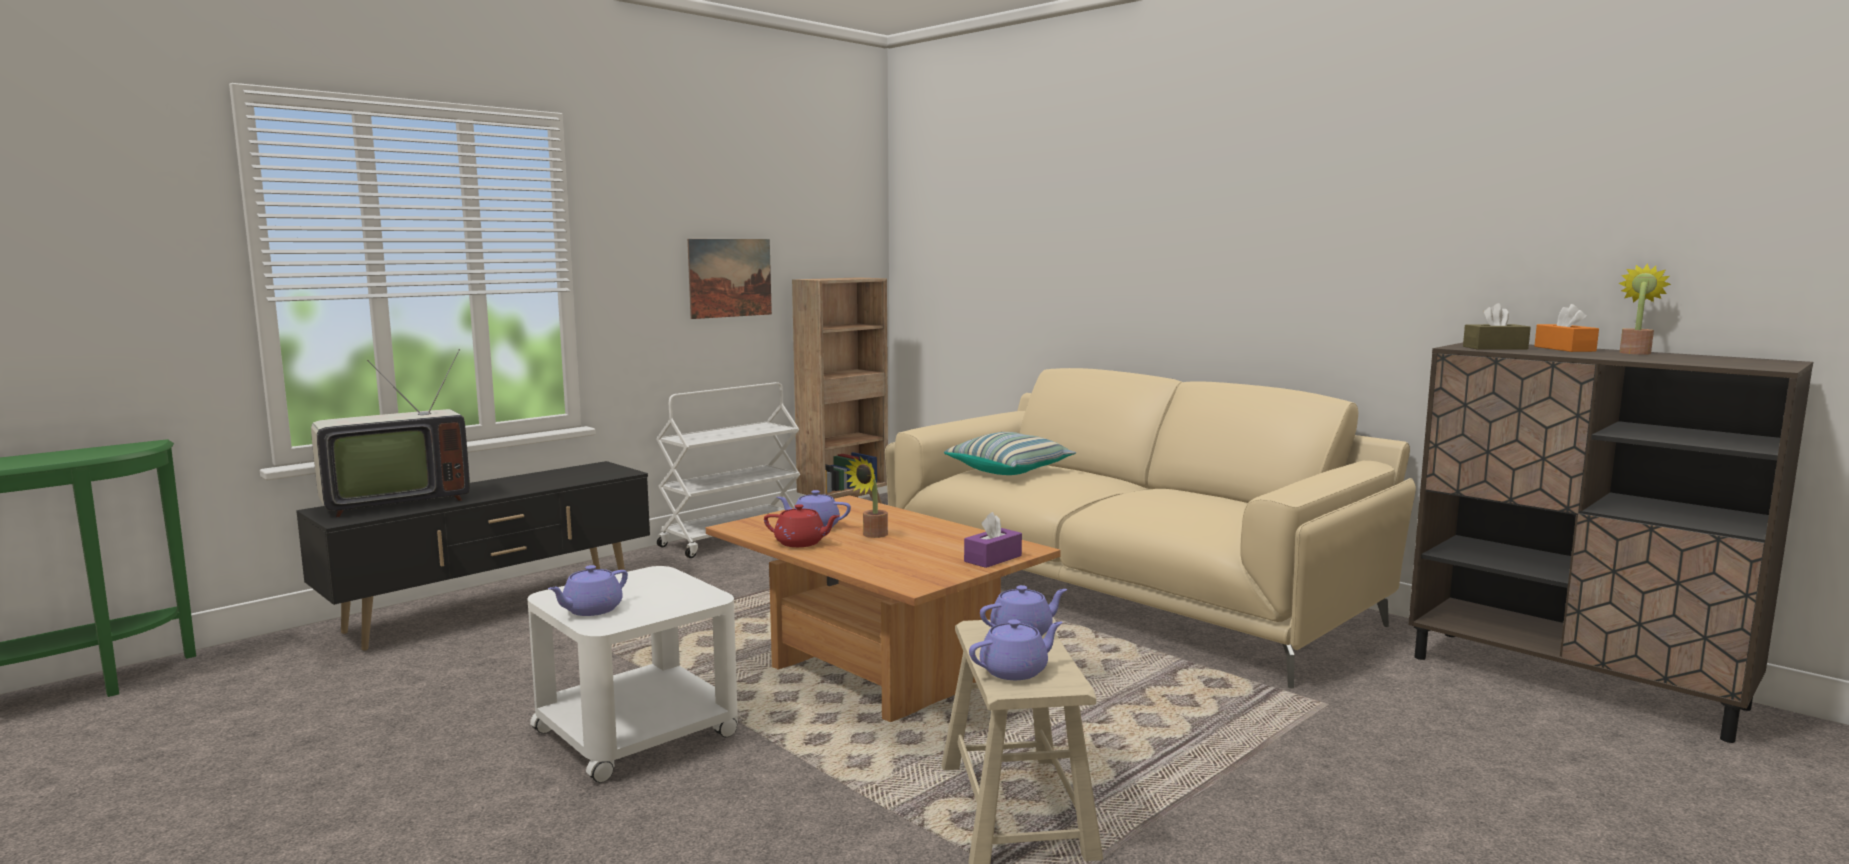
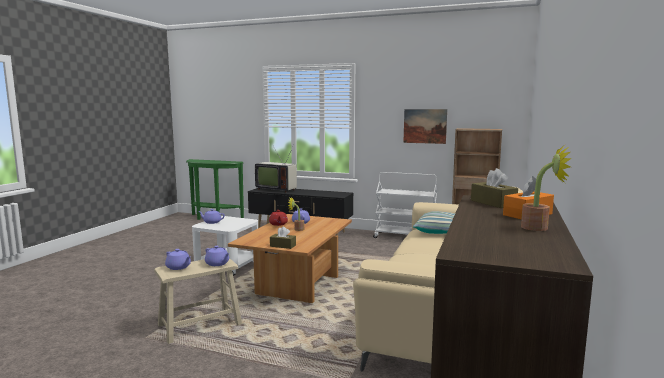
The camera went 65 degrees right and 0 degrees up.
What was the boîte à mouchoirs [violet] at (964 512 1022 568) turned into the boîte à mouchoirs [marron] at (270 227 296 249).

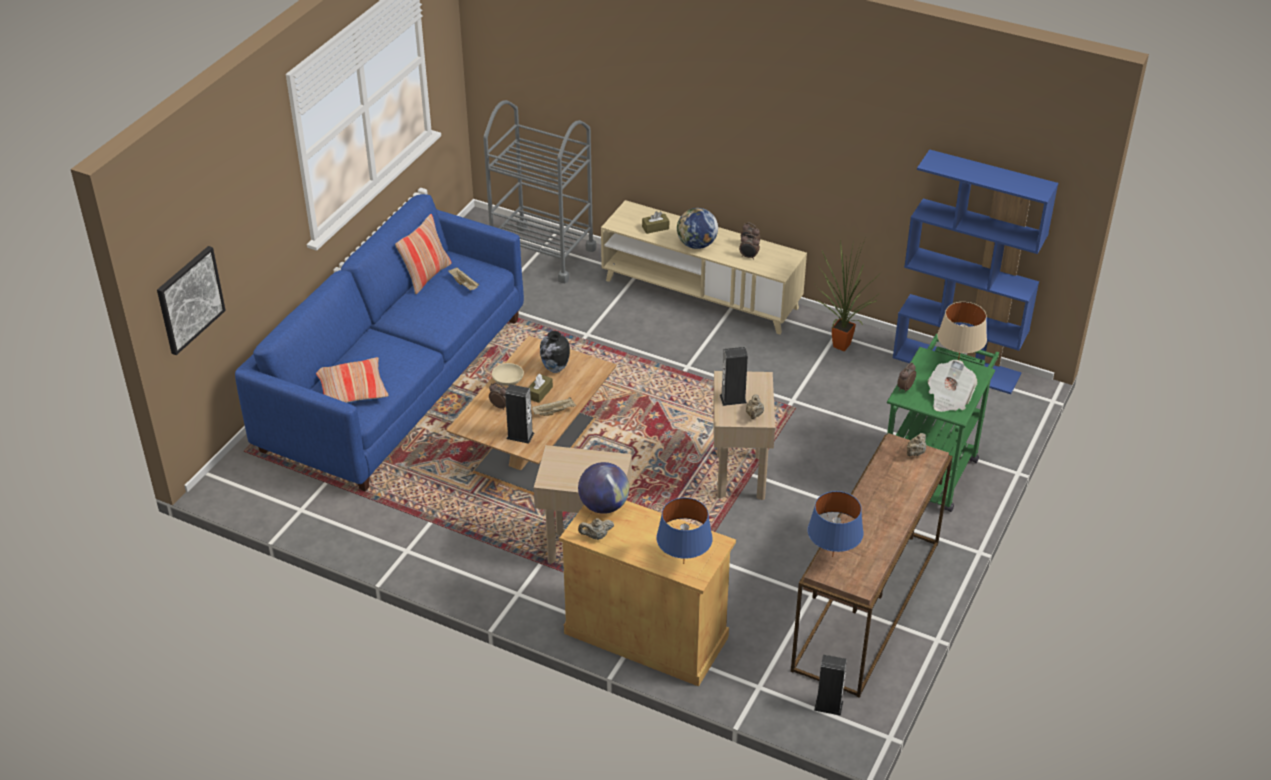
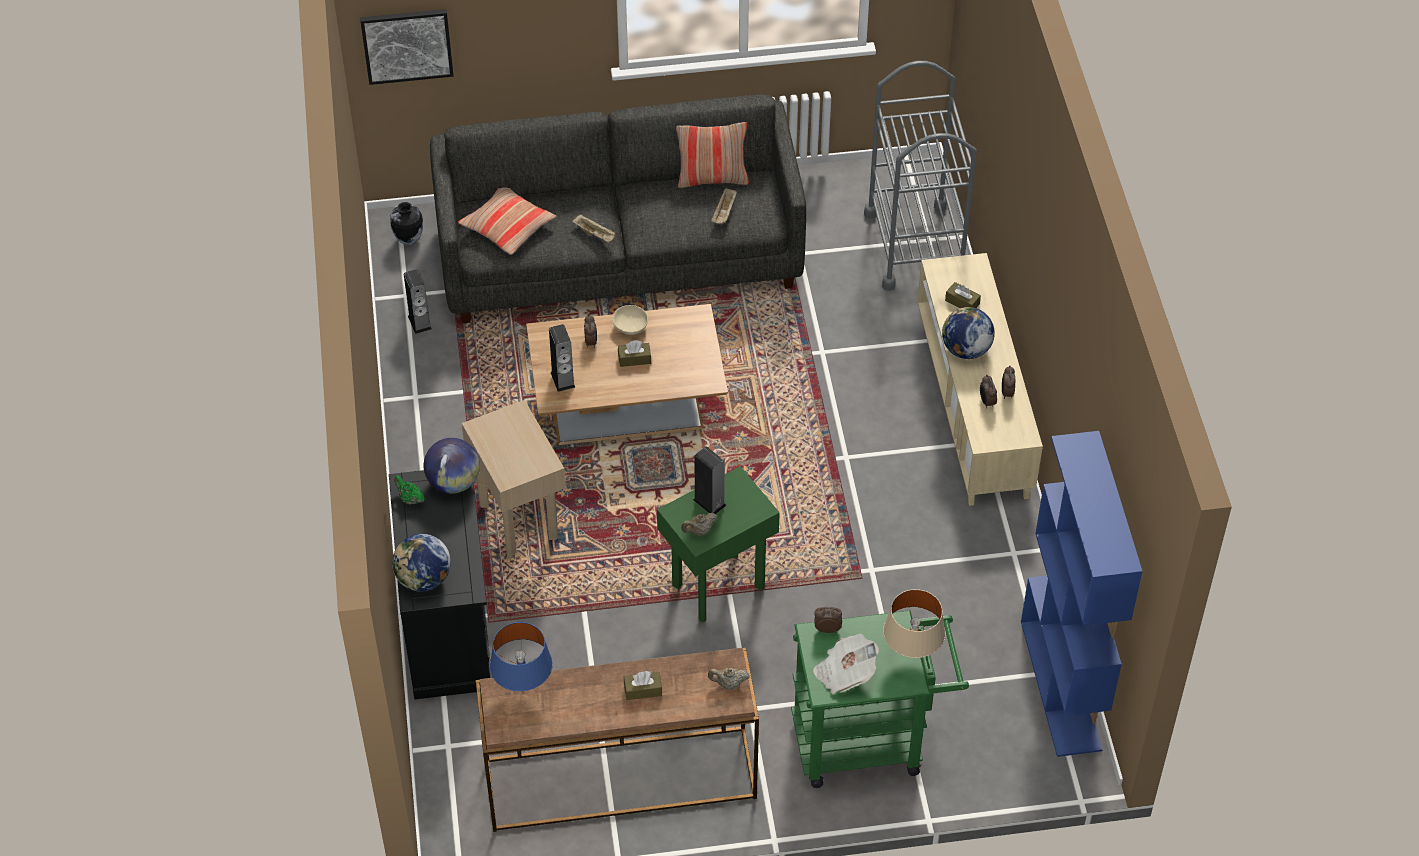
The camera went 55 degrees right and 10 degrees up.
What was the canapé [bleu] at (235 194 524 491) turned into the canapé [gris] at (430 94 806 323).
The second view lost the plante en pot at (816 238 882 351).
The vase ended up elsewhere, having gone from (540 331 570 373) to (390 202 423 245).
What was the table d'appoint [beige] at (713 371 775 500) turned into the table d'appoint [vert] at (657 466 780 622).
The plateau [beige] ended up elsewhere, having gone from (532 397 576 416) to (572 214 616 242).
Where the lampe de table [bleu] stood at (656 498 713 564), the globe came to stand at (392 534 451 592).
What was the meuble de rangement [beige] at (559 500 736 686) turned into the meuble de rangement [noir] at (389 470 493 699).
What was the théière [beige] at (578 518 614 540) turned into the théière [vert] at (394 475 425 504).
The enceinte ended up elsewhere, having gone from (814 655 847 716) to (404 269 432 334).
The second view gained the boîte à mouchoirs [marron] at (624 671 662 700).

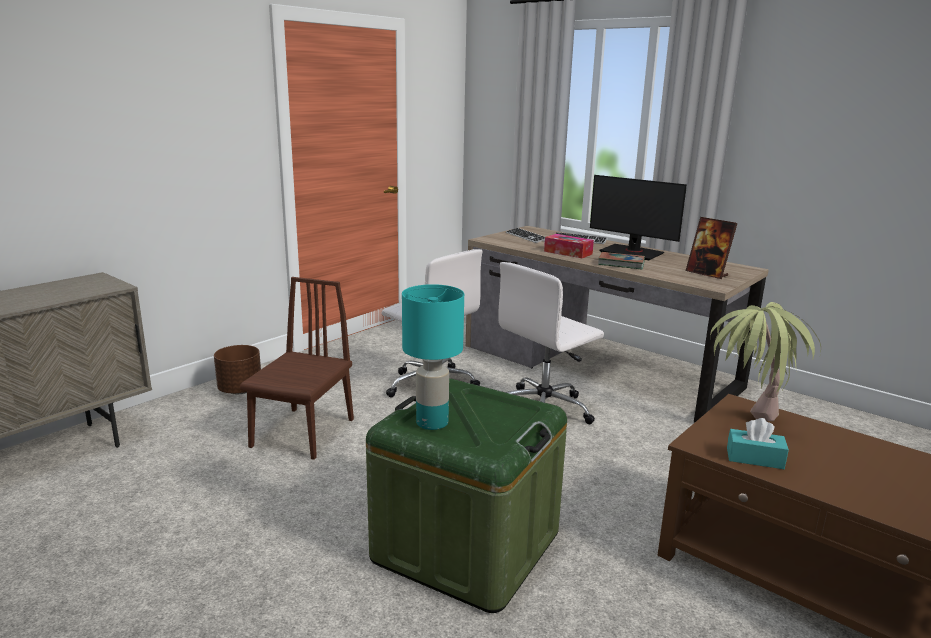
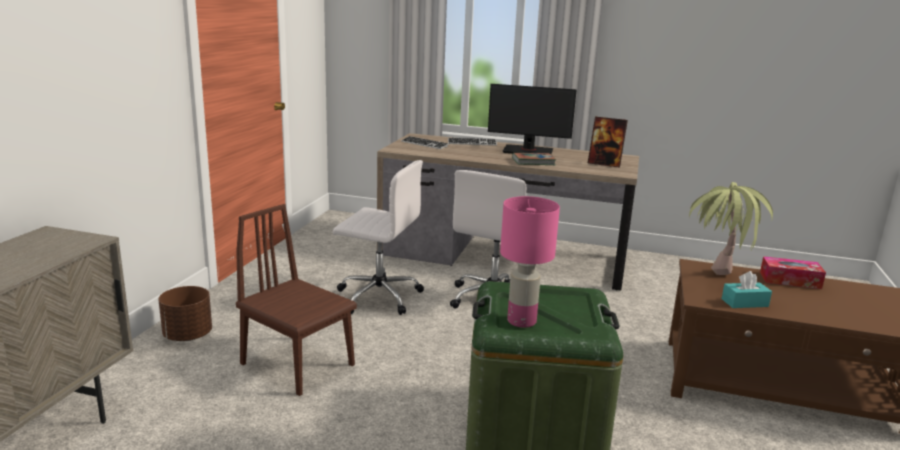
The camera went 25 degrees left and 0 degrees up.
The boîte à mouchoirs ended up elsewhere, having gone from (544 234 594 258) to (760 256 826 289).
The chaise [marron] at (240 277 354 460) ended up facing another way, 45 degrees counterclockwise from before.
What was the lampe de table [turquoise] at (402 284 464 430) turned into the lampe de table [rose] at (500 196 560 328).

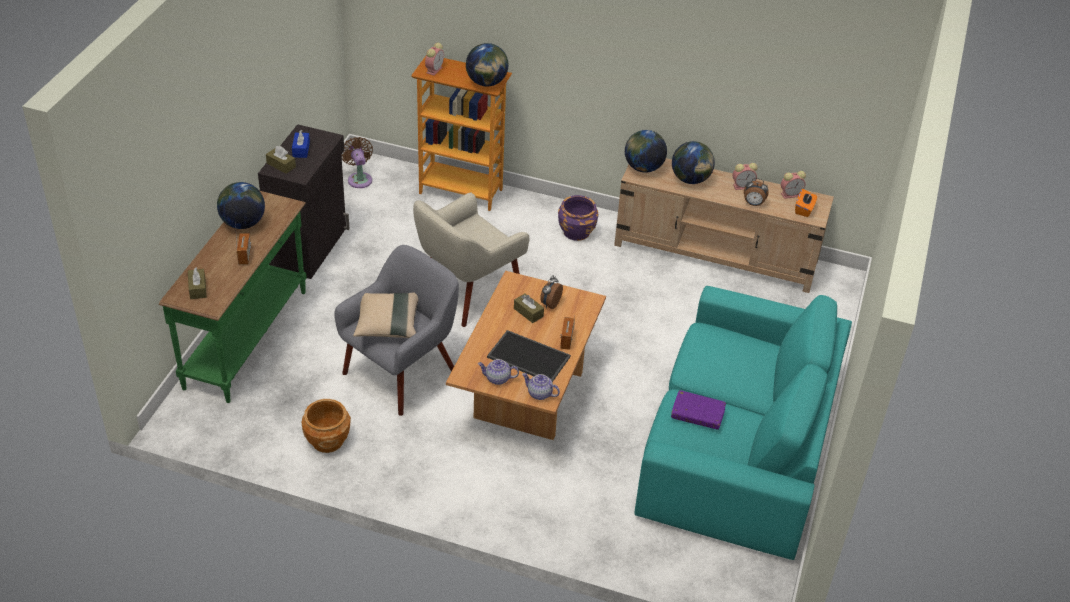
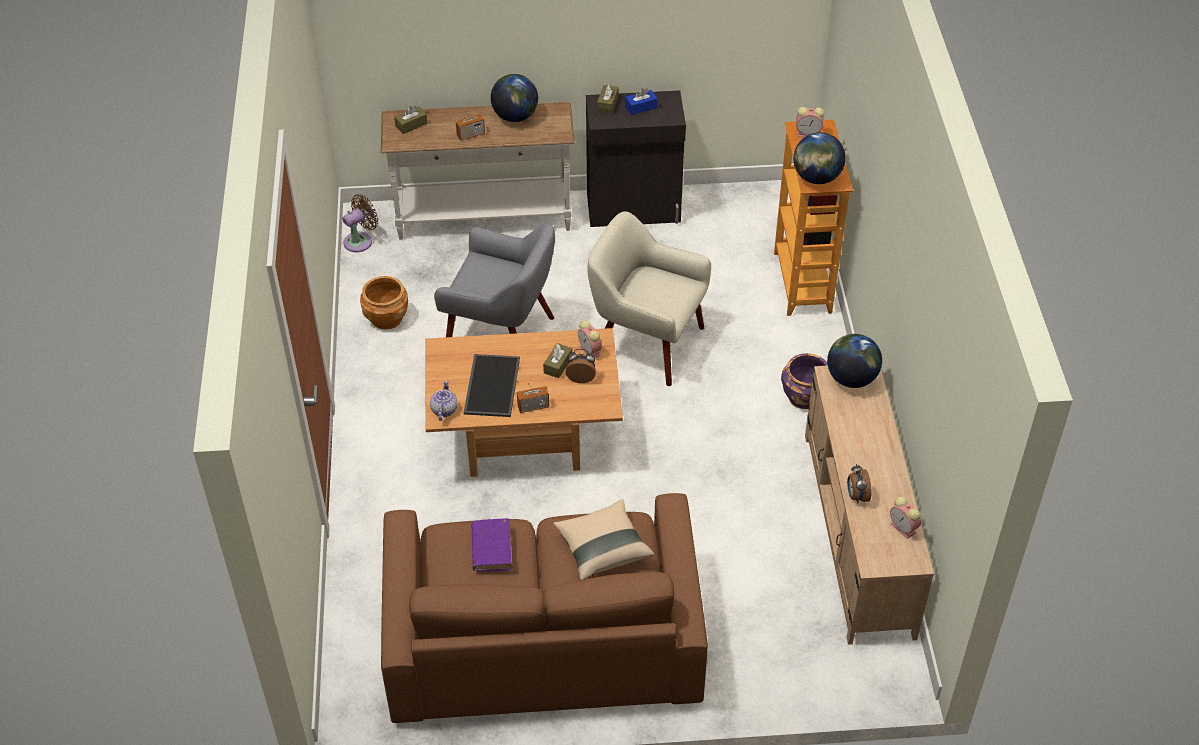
The camera went 70 degrees right and 5 degrees up.
The ventilateur [marron] ended up elsewhere, having gone from (341 137 373 188) to (342 194 378 252).
The second view lost the globe at (672 141 715 184).
The réveil ended up elsewhere, having gone from (733 163 758 190) to (578 320 602 358).
The second view lost the boîte à mouchoirs [orange] at (795 189 817 217).
What was the table console [vert] at (159 191 307 403) turned into the table console [blanc] at (381 102 575 240).
What was the canapé [turquoise] at (634 286 852 560) turned into the canapé [marron] at (381 493 708 723).
The coussin [beige] ended up elsewhere, having gone from (353 293 419 338) to (553 499 654 580).
The second view lost the théière at (478 359 519 385).

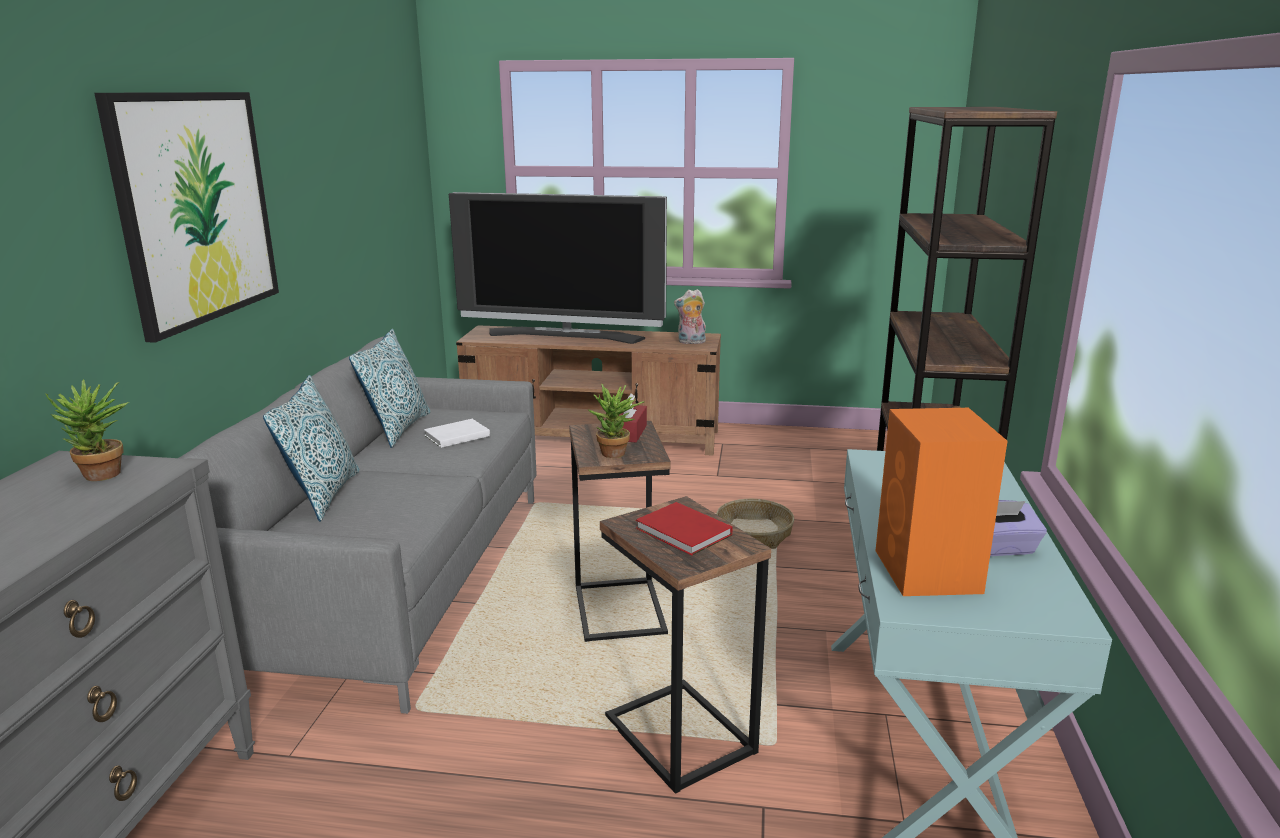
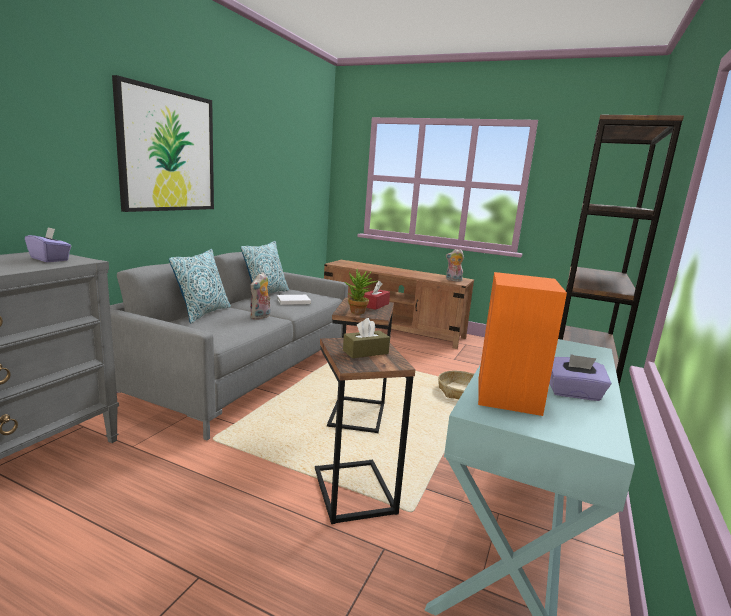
The camera went 15 degrees right and 5 degrees down.
The second view lost the téléviseur at (449 192 667 344).
Where the plante en pot stood at (45 380 129 481), the boîte à mouchoirs [violet] came to stand at (25 227 71 262).
Where the livre [rouge] stood at (636 502 732 556), the boîte à mouchoirs [marron] came to stand at (343 318 390 358).
The second view gained the peluche at (250 272 271 320).

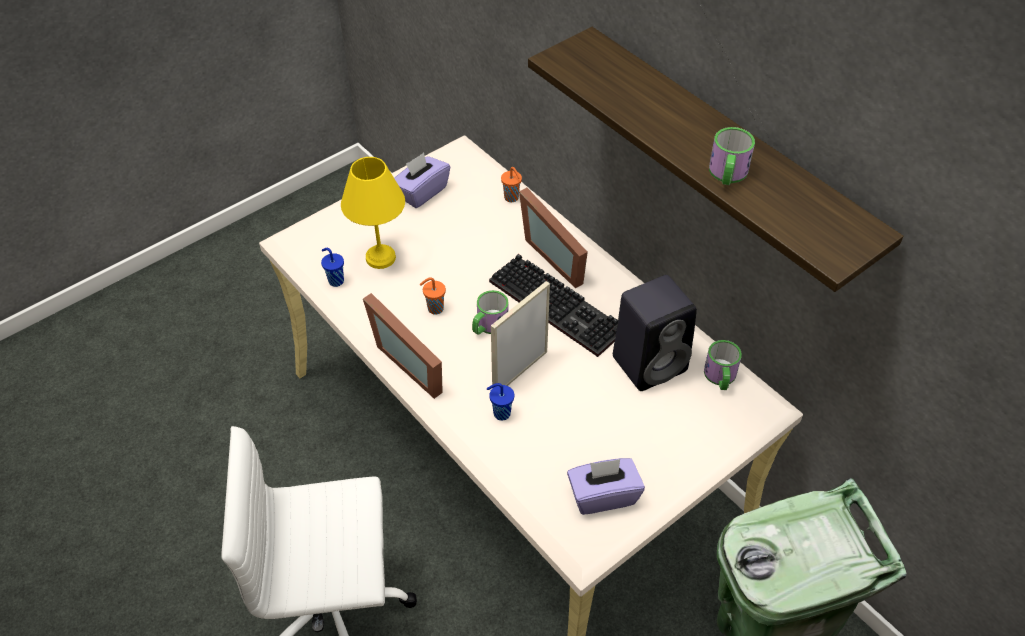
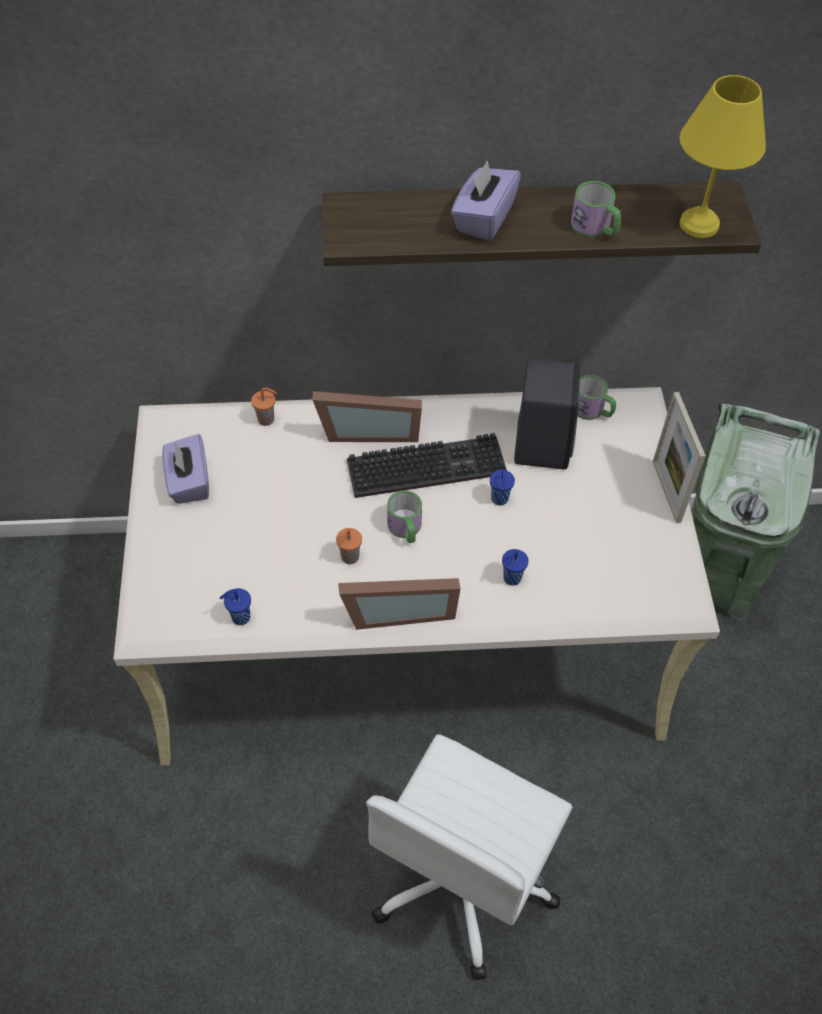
The camera went 55 degrees left and 5 degrees up.
The lampe de table [jaune] ended up elsewhere, having gone from (341 157 405 269) to (680 75 766 238).
The cadre photo ended up elsewhere, having gone from (491 281 550 386) to (653 392 706 523).
The boîte à mouchoirs [violet] ended up elsewhere, having gone from (567 458 645 515) to (451 160 521 241).
The second view gained the tasse [bleu] at (490 469 515 506).

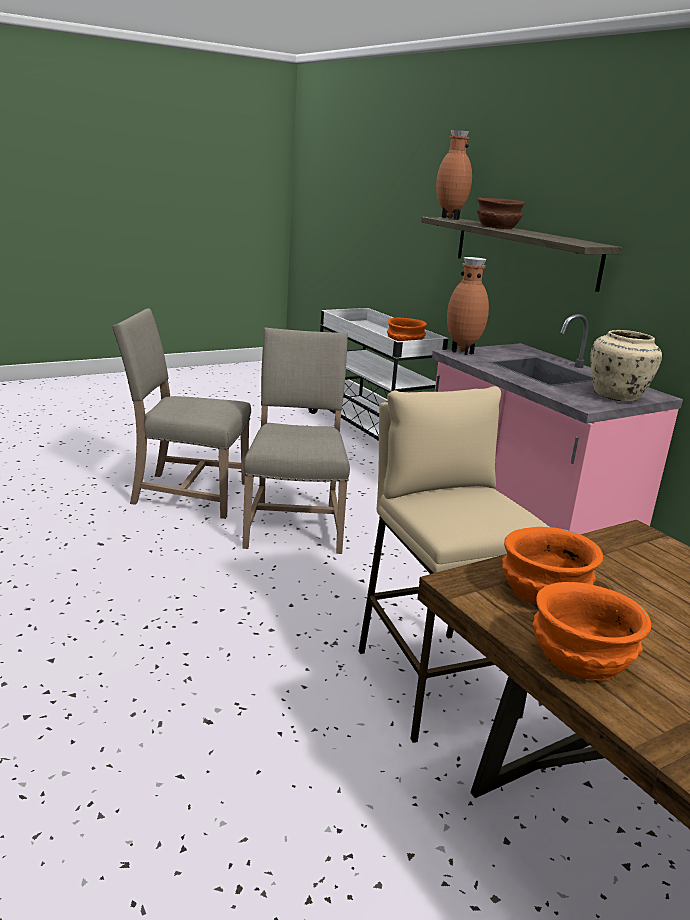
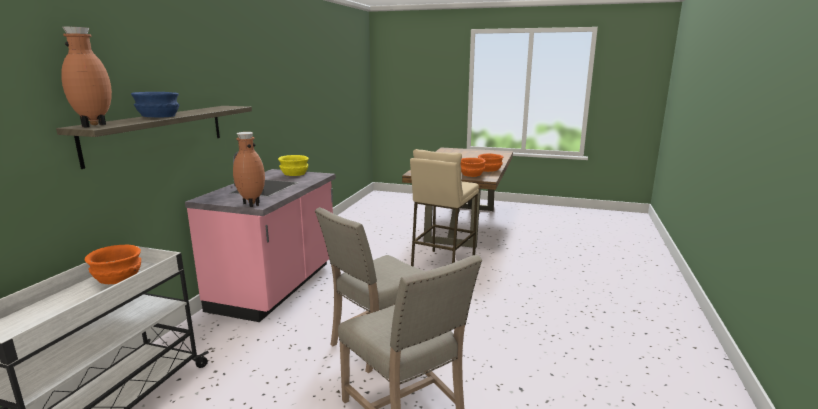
The camera went 130 degrees left and 5 degrees down.
What was the bol [marron] at (477 198 525 229) turned into the bol [bleu] at (131 92 179 118).
Where the vase [beige] stood at (590 330 662 402), the bol [jaune] came to stand at (278 155 309 176).

